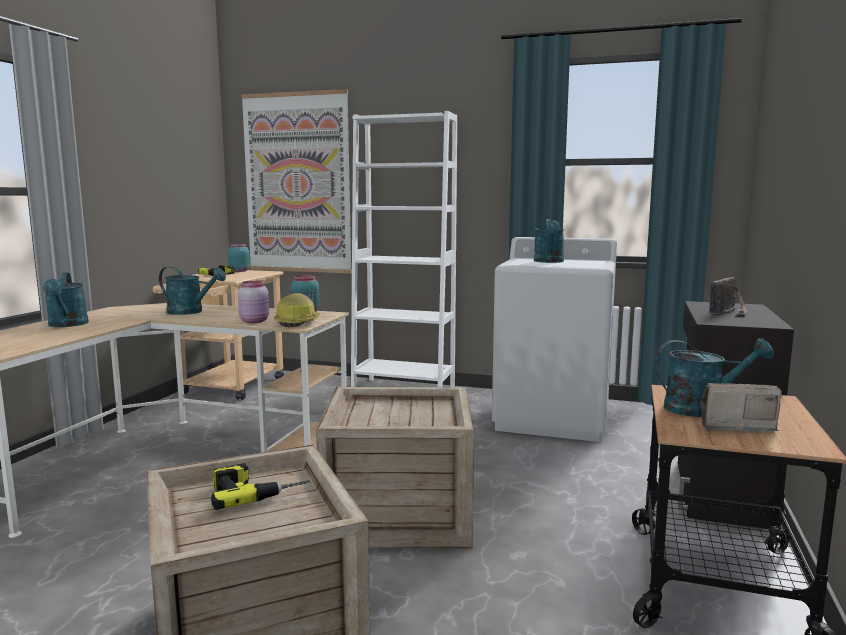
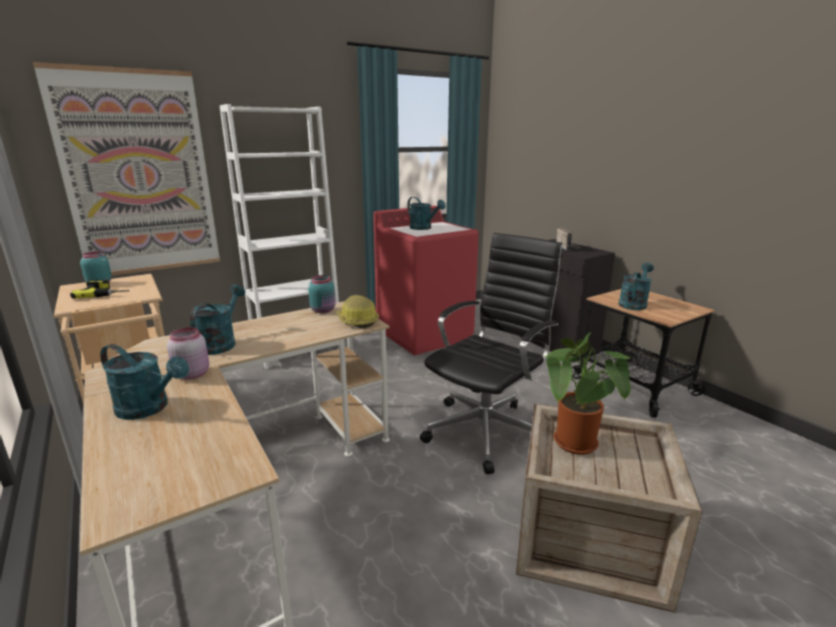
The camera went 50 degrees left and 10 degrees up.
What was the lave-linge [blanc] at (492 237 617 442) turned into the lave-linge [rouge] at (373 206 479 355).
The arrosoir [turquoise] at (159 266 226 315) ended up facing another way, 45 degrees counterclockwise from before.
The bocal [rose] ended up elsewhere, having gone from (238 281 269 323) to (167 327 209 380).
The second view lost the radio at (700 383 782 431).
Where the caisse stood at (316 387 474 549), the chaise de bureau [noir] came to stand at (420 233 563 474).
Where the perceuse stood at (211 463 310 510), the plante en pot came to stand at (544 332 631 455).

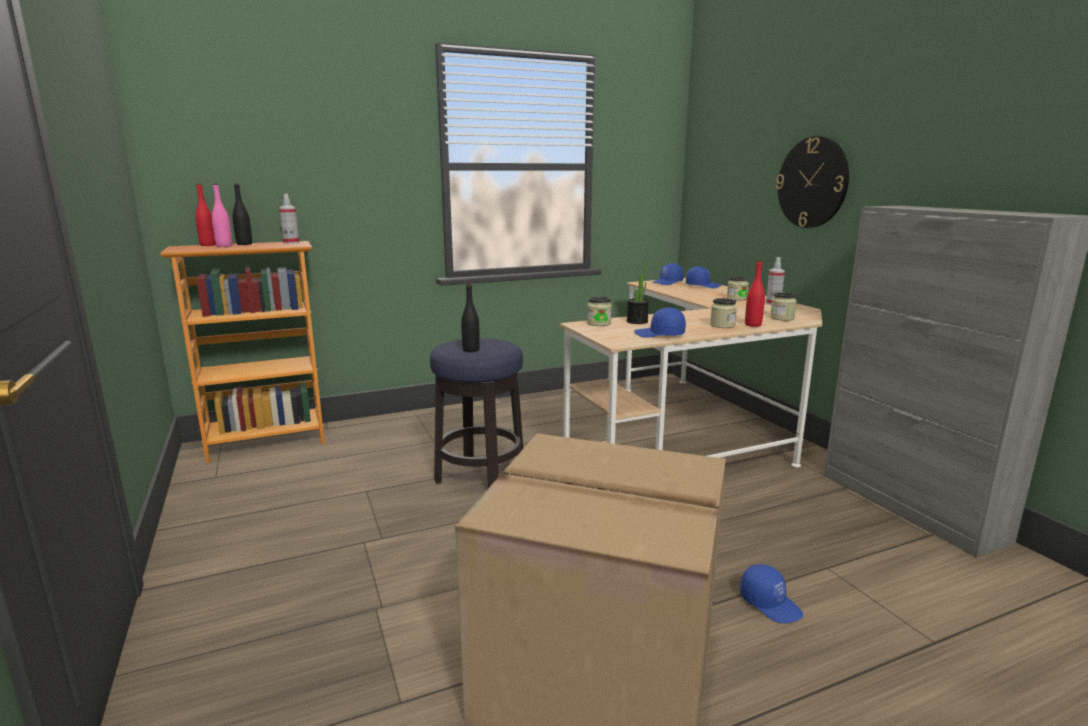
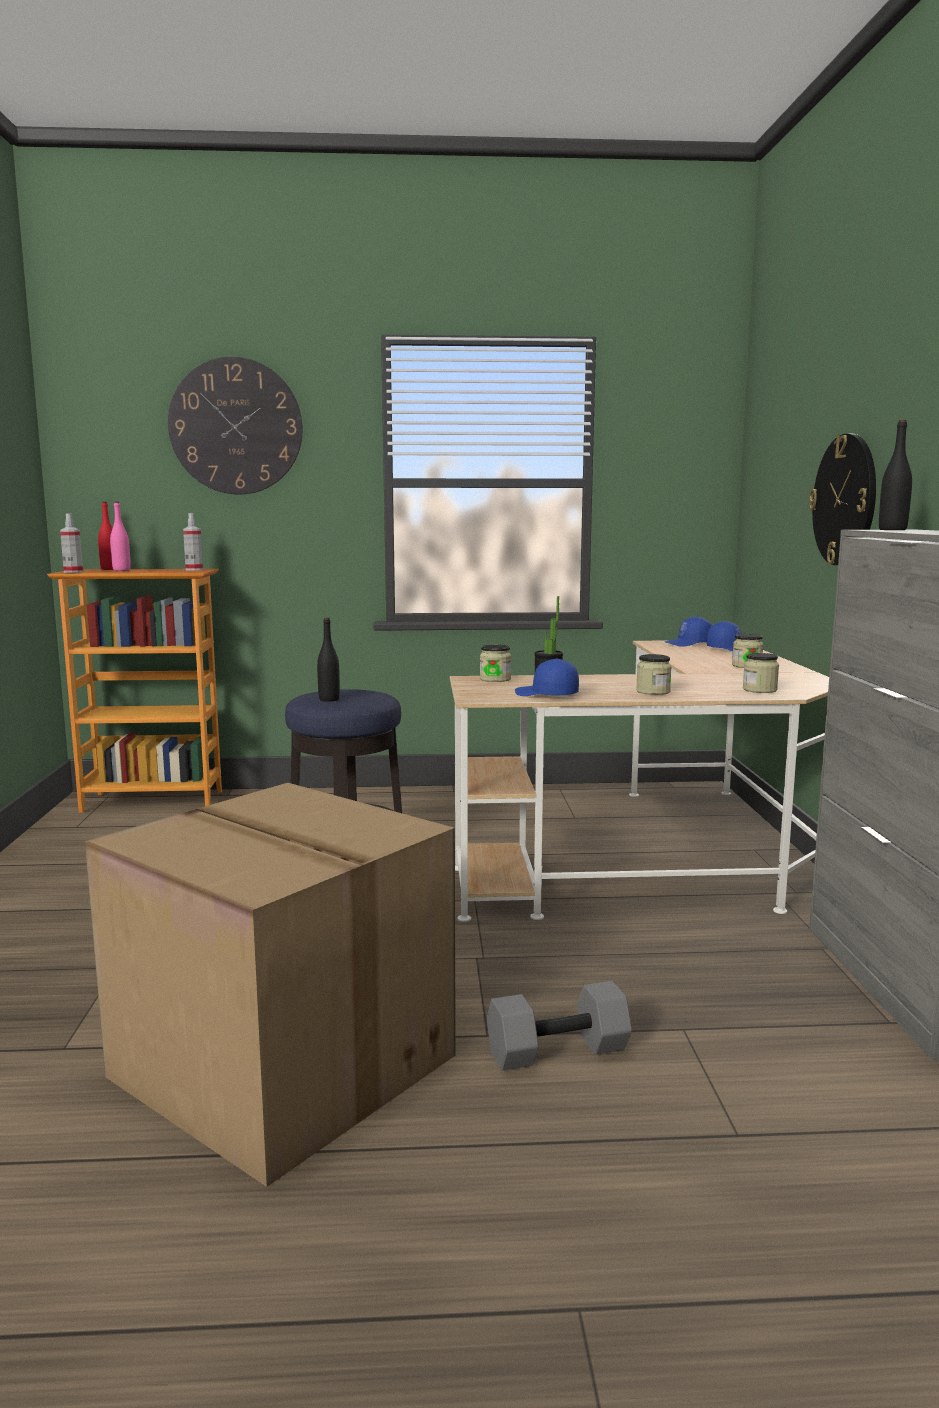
The camera went 20 degrees right and 5 degrees down.
The bouteille [noir] ended up elsewhere, having gone from (233 183 252 245) to (879 420 912 530).
The vaporisateur ended up elsewhere, having gone from (766 257 785 305) to (60 513 83 573).
The second view lost the bouteille [rouge] at (745 260 765 327).
Where the casquette [bleu] stood at (740 564 803 623), the haltère [gris] came to stand at (487 981 632 1071).
The second view gained the horloge murale at (168 357 303 494).

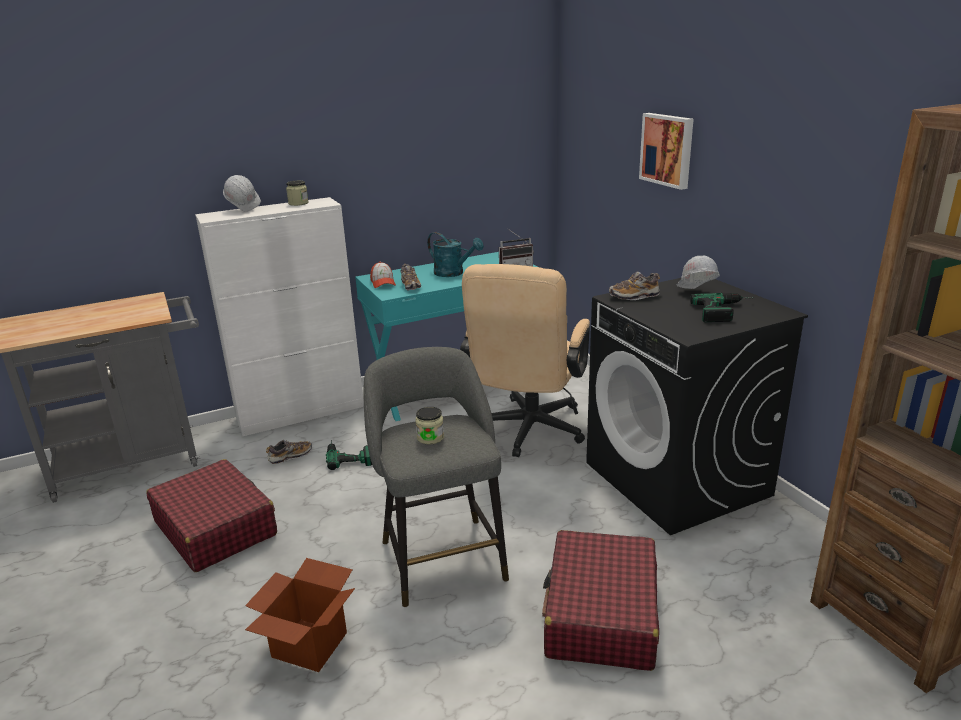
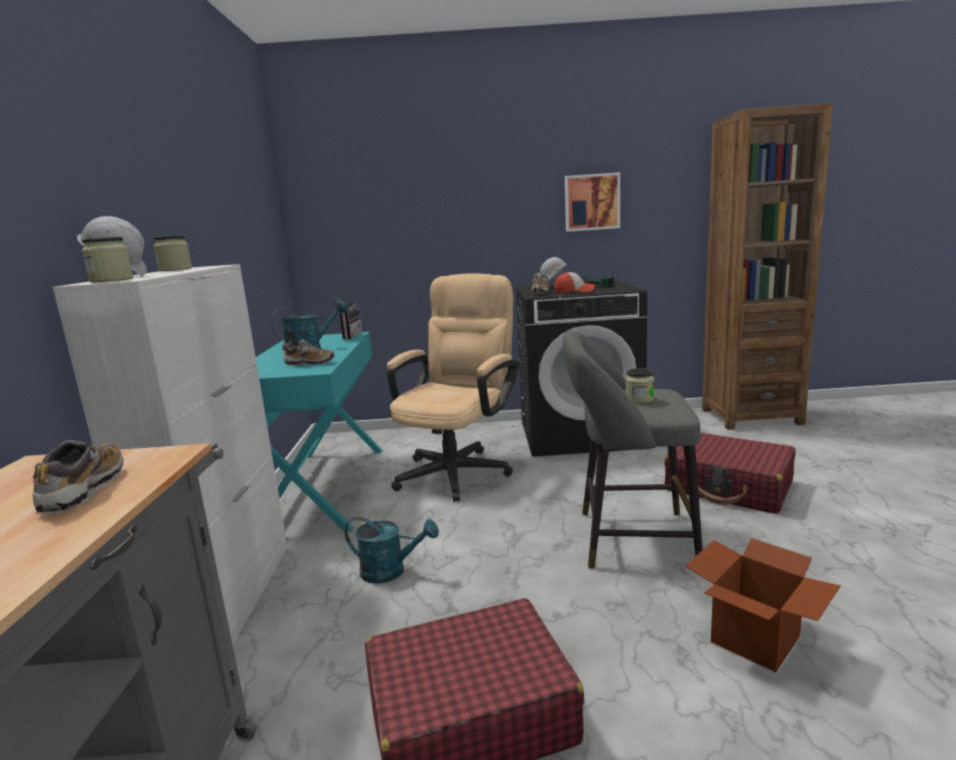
The camera went 65 degrees left and 10 degrees down.
The tableau ended up elsewhere, having gone from (639 113 694 190) to (565 172 620 232).
The casquette ended up elsewhere, having gone from (370 262 396 288) to (554 272 595 294).
The chaise de bureau [beige] at (460 264 590 457) ended up facing another way, 105 degrees counterclockwise from before.
The chaussure ended up elsewhere, having gone from (266 440 312 464) to (33 441 124 514).
Where the perceuse stood at (326 442 372 470), the arrosoir [turquoise] came to stand at (345 517 439 584).
The second view gained the bocal at (82 237 133 282).

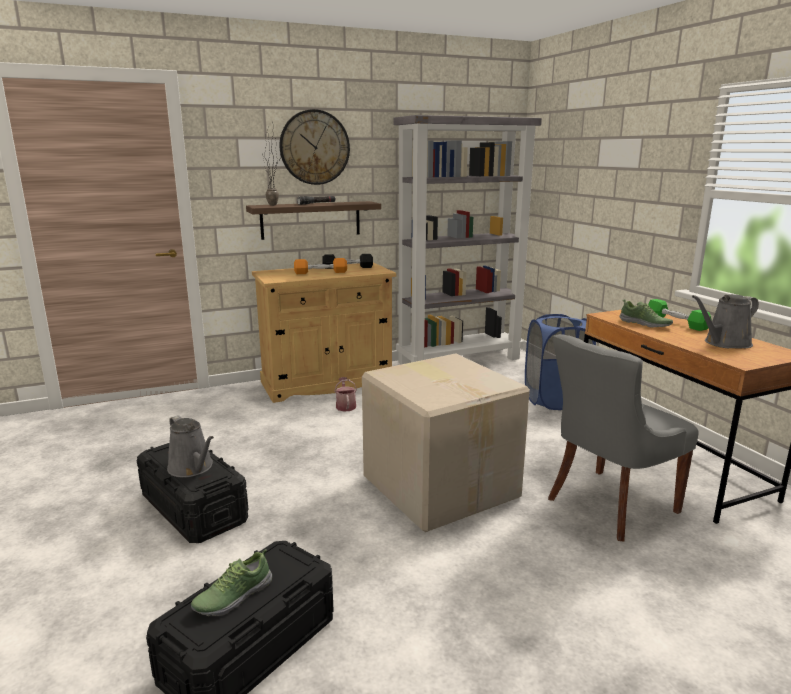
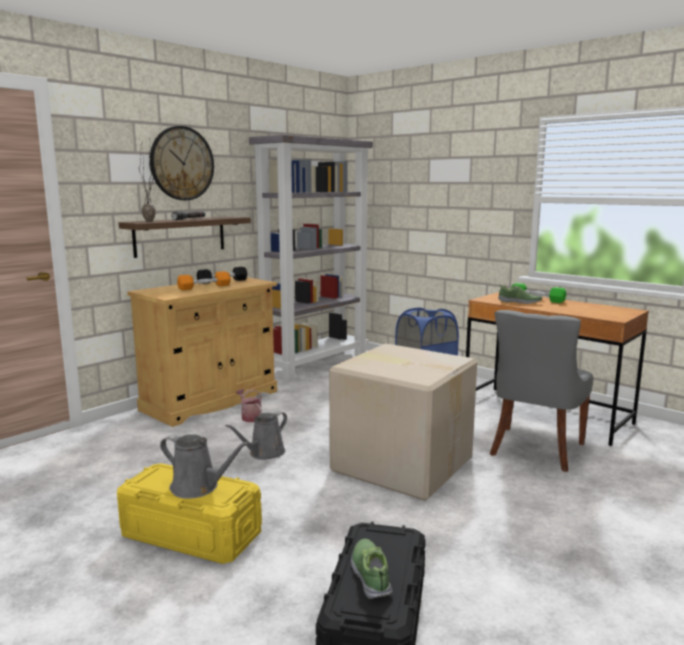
The camera went 25 degrees left and 5 degrees down.
The arrosoir [gris] ended up elsewhere, having gone from (692 294 759 348) to (225 411 287 460).
What was the boîte de rangement [noir] at (137 443 249 543) turned into the boîte de rangement [jaune] at (117 463 262 564).
The chaussure at (191 549 272 616) ended up facing another way, 150 degrees clockwise from before.

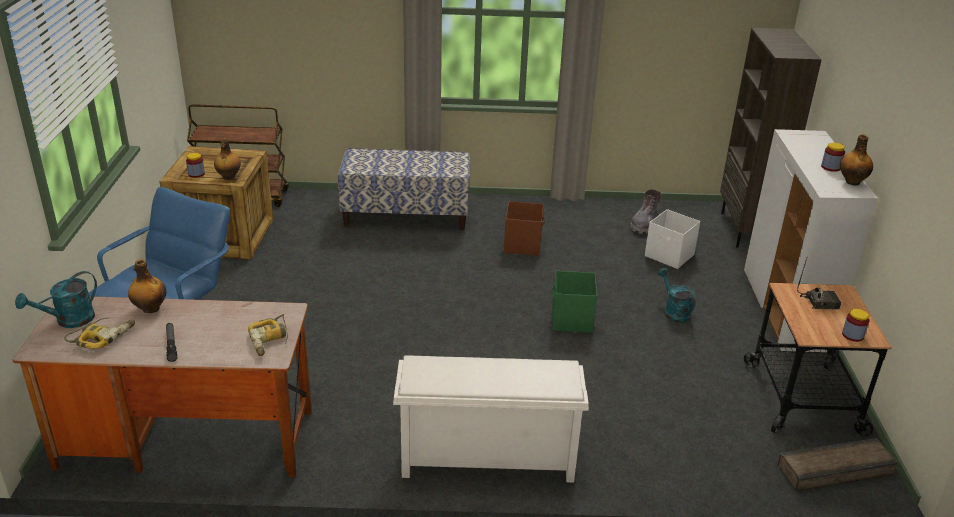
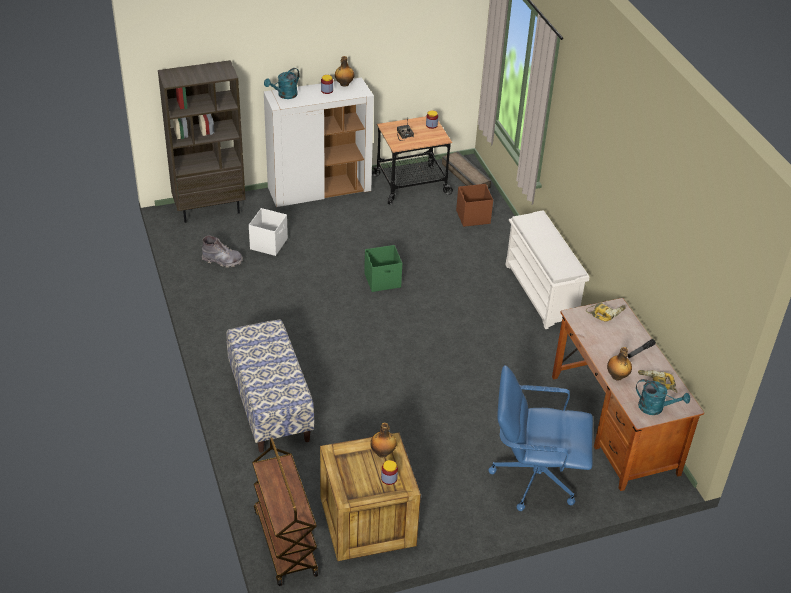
The camera went 110 degrees left and 10 degrees up.
The boîte de rangement [marron] ended up elsewhere, having gone from (504 201 545 256) to (456 184 493 227).
The arrosoir [turquoise] ended up elsewhere, having gone from (658 268 696 323) to (264 68 300 99).

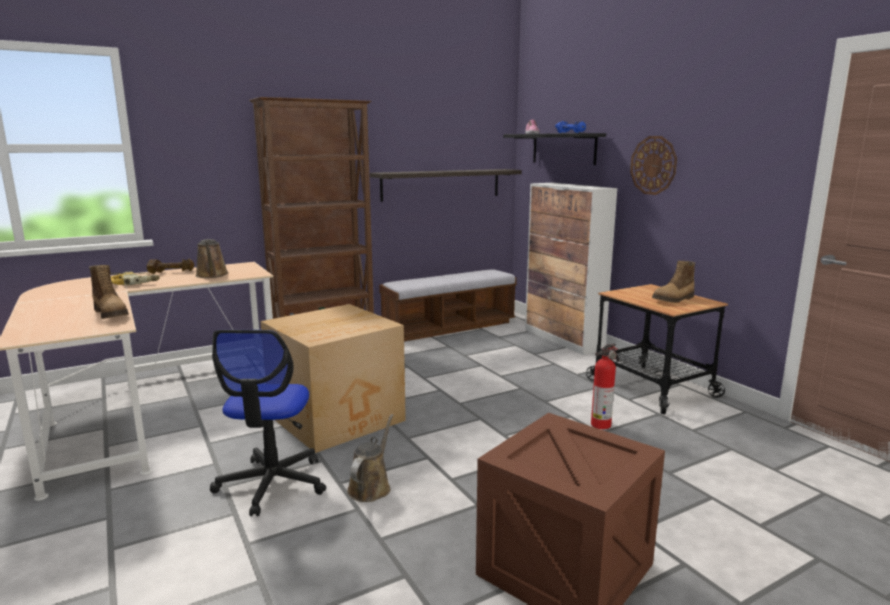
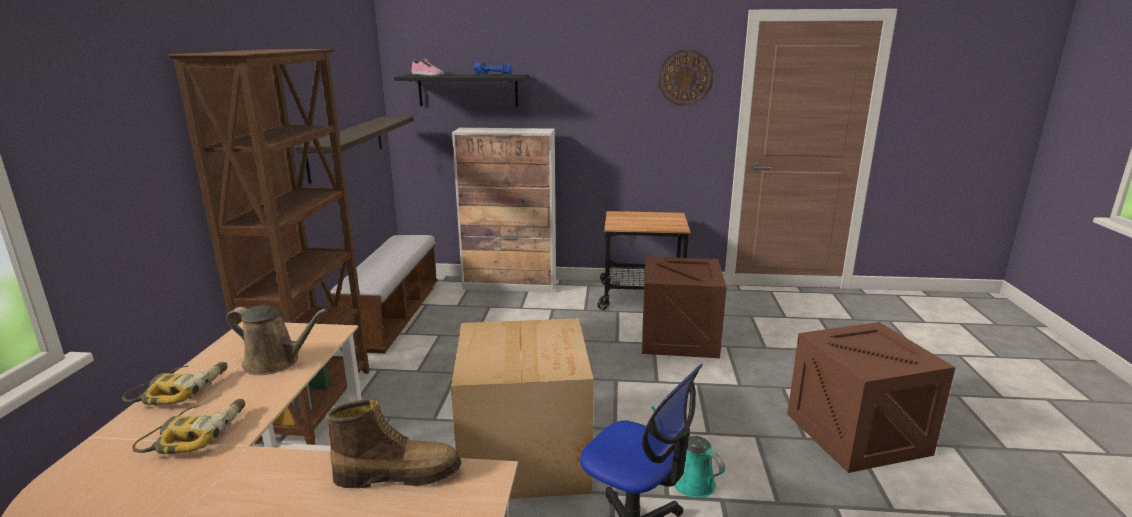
The camera went 55 degrees left and 5 degrees up.
The horloge murale ended up elsewhere, having gone from (630 136 677 195) to (658 50 714 106).
Where the haltère [marron] stood at (146 259 194 274), the perceuse came to stand at (122 362 227 405).
The second view lost the botte at (652 261 695 303).
Where the extincteur stood at (591 344 619 429), the caisse came to stand at (642 256 727 358).
What was the arrosoir [marron] at (347 414 393 502) turned into the arrosoir [turquoise] at (651 406 725 498).

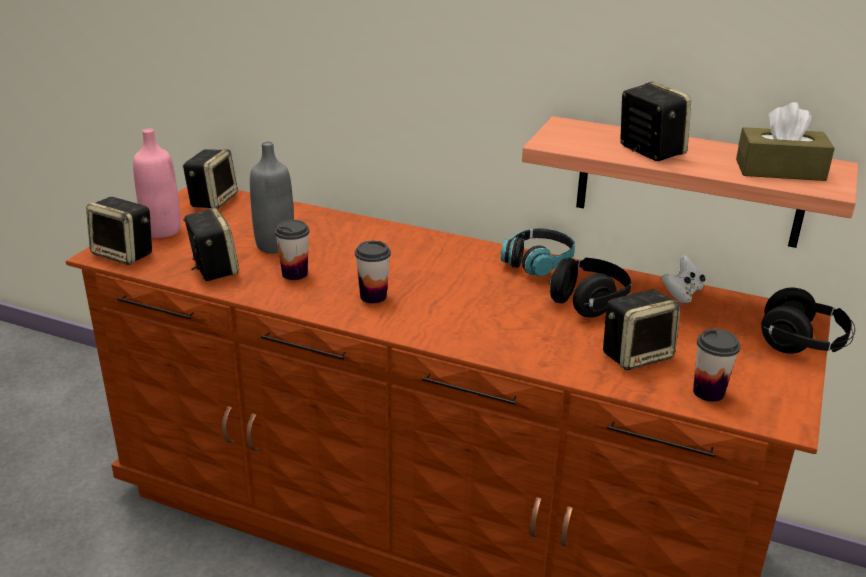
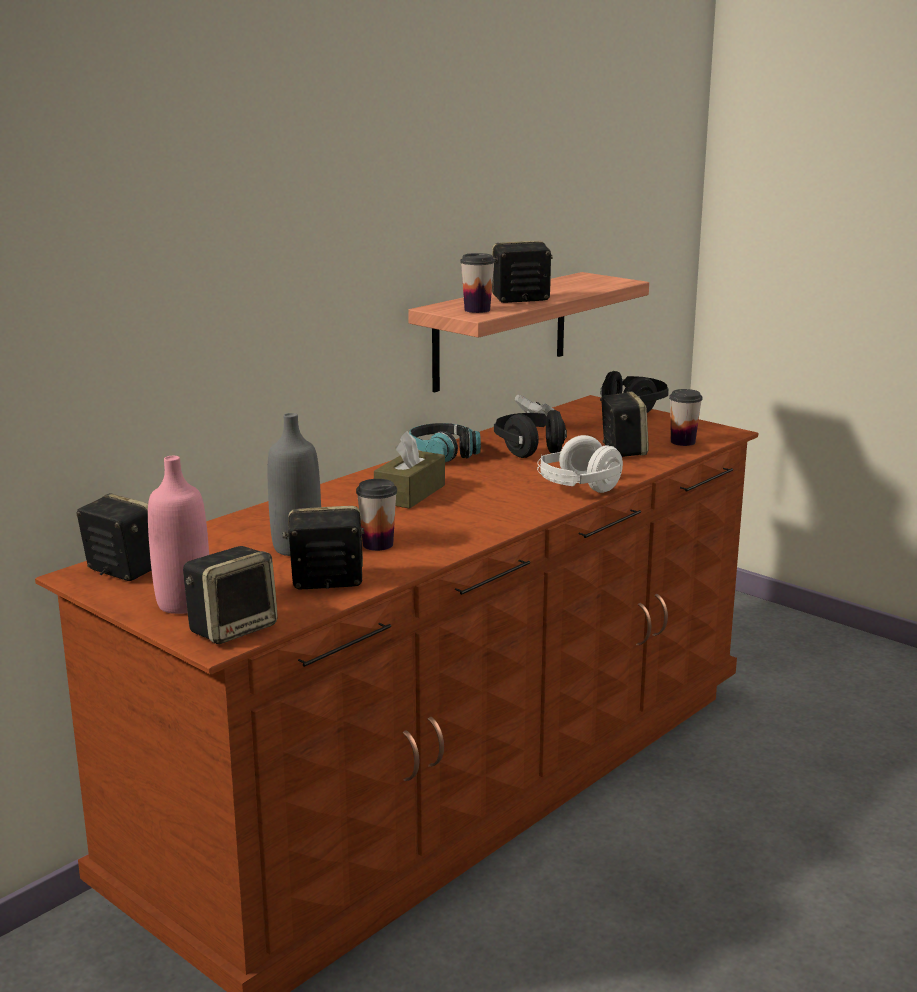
The camera went 70 degrees left and 10 degrees down.
The boîte à mouchoirs [marron] ended up elsewhere, having gone from (736 102 835 181) to (374 431 445 509).
The tasse ended up elsewhere, having gone from (355 241 391 304) to (460 253 495 313).
The second view gained the casque audio [blanc] at (537 435 623 493).

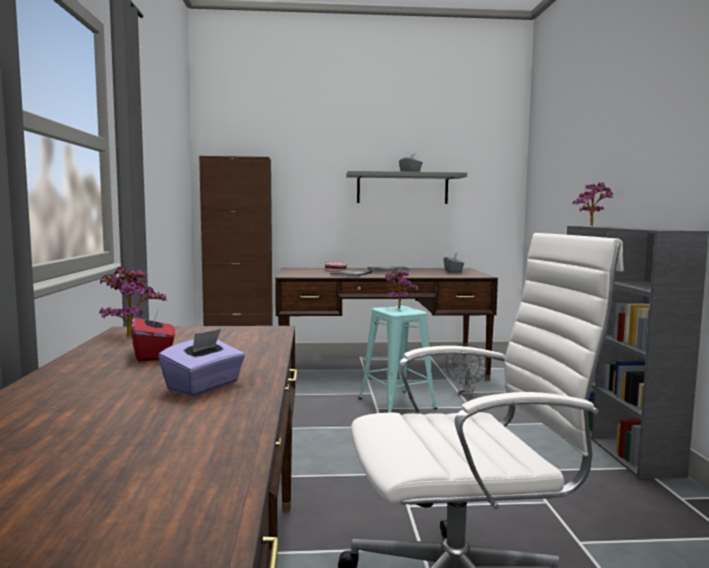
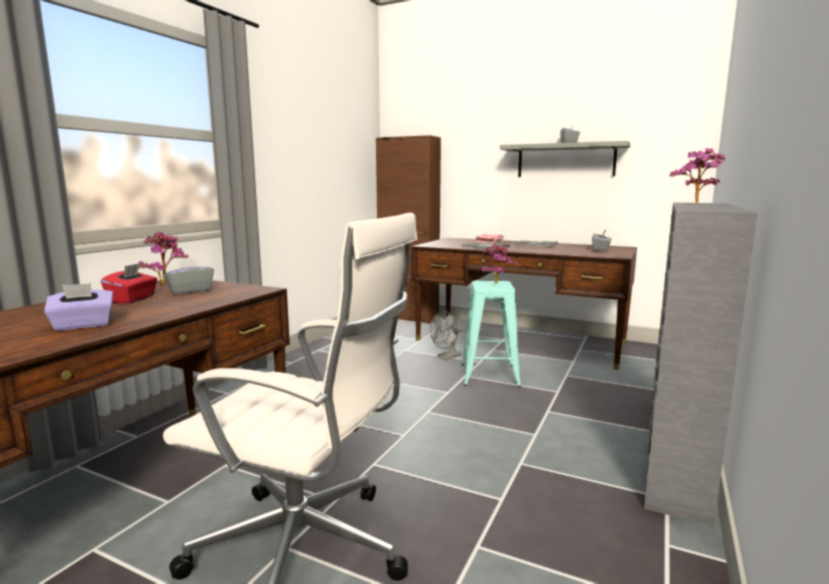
The camera went 30 degrees right and 5 degrees up.
The ventilateur [gris] ended up elsewhere, having gone from (446 344 487 396) to (430 311 462 360).
The second view gained the boîte à mouchoirs [gris] at (164 257 214 294).

